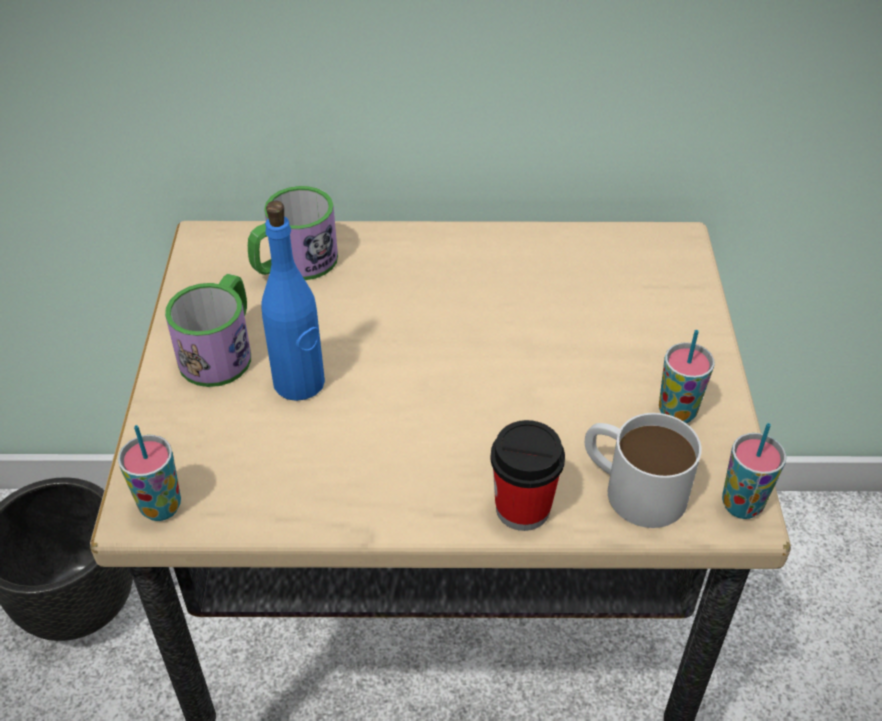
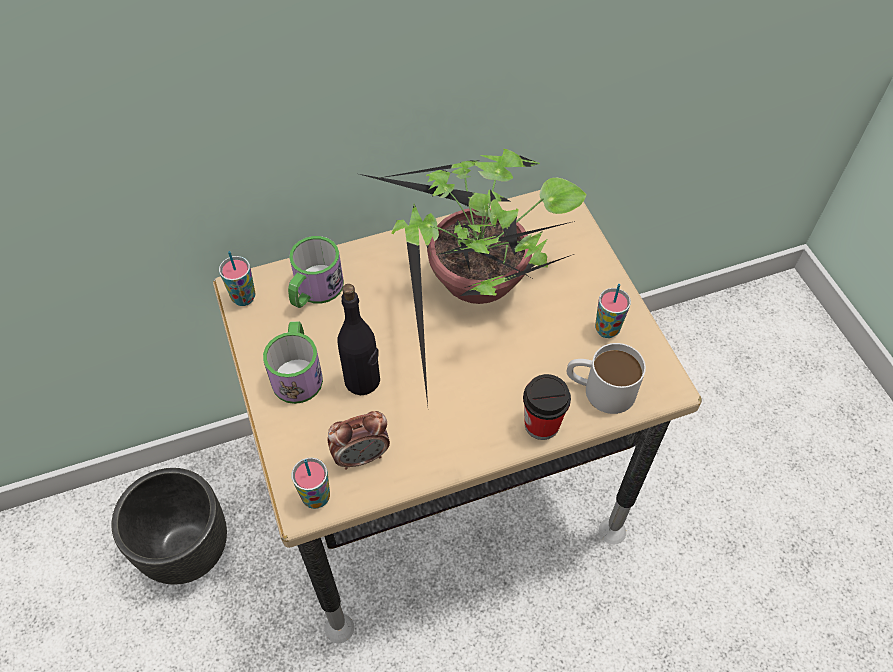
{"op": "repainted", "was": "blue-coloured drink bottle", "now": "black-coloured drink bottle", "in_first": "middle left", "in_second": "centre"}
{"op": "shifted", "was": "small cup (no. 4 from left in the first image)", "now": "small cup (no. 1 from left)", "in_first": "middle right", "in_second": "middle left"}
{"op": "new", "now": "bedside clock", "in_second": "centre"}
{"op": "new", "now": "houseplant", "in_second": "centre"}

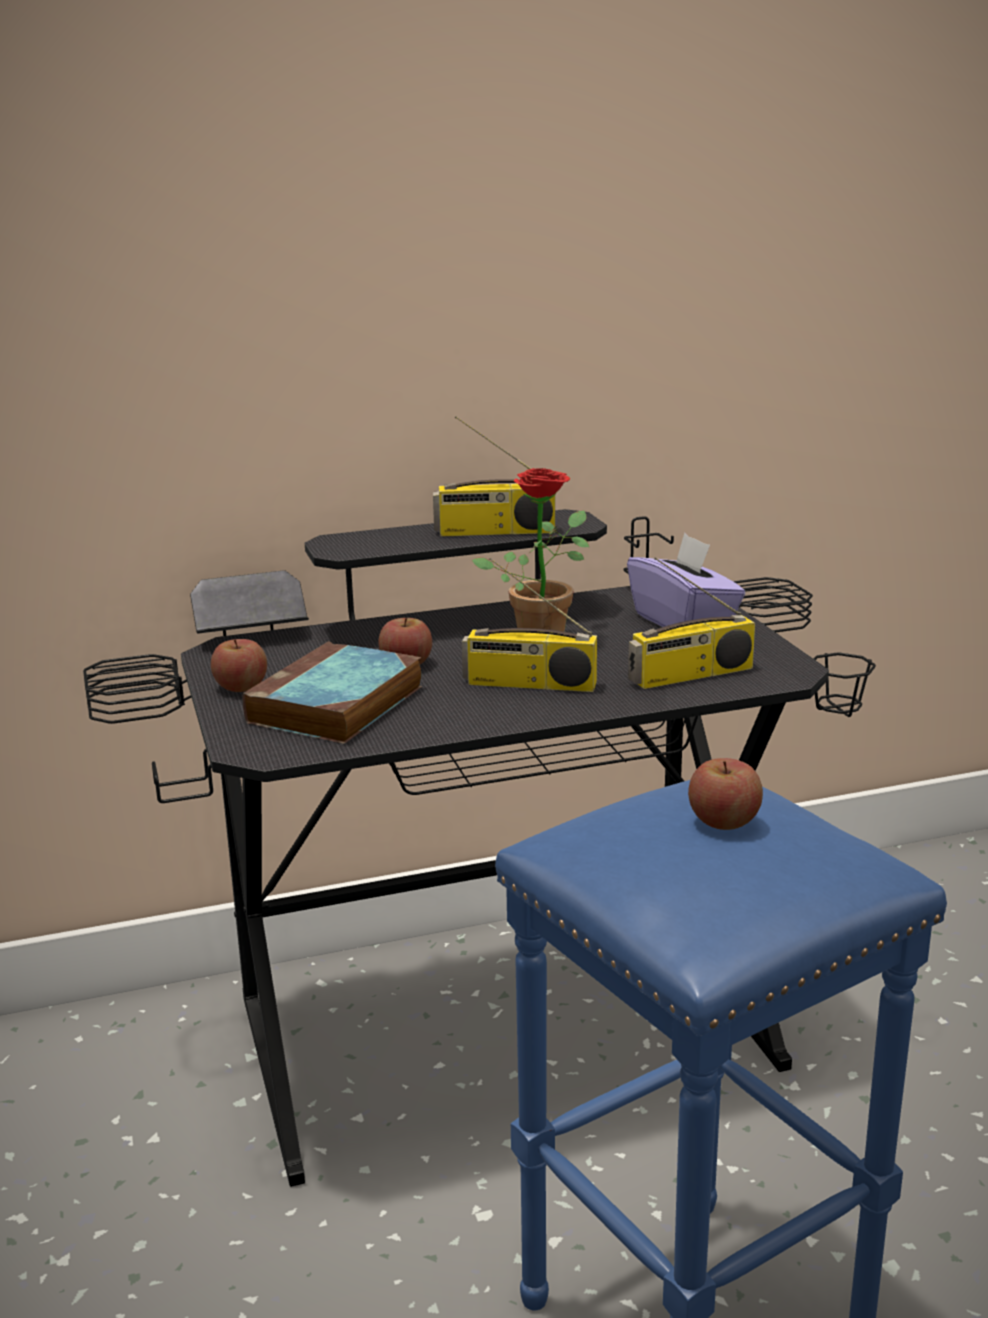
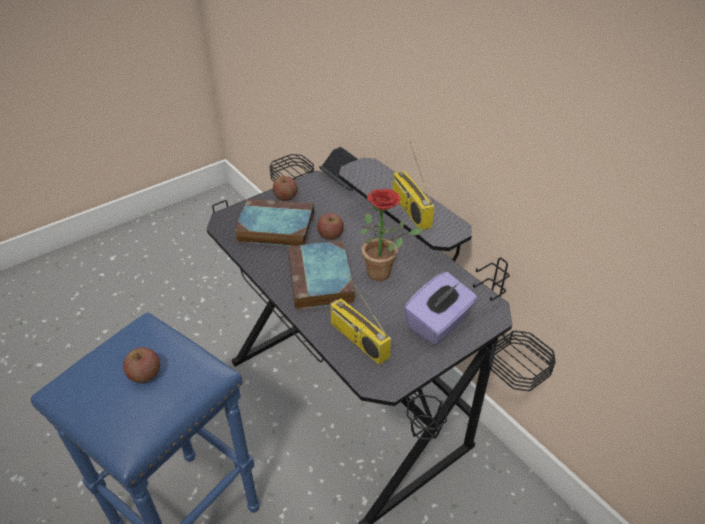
{"op": "swapped", "was": "radio (no. 2 from left)", "now": "book (no. 2 from left)", "in_first": "centre", "in_second": "centre"}

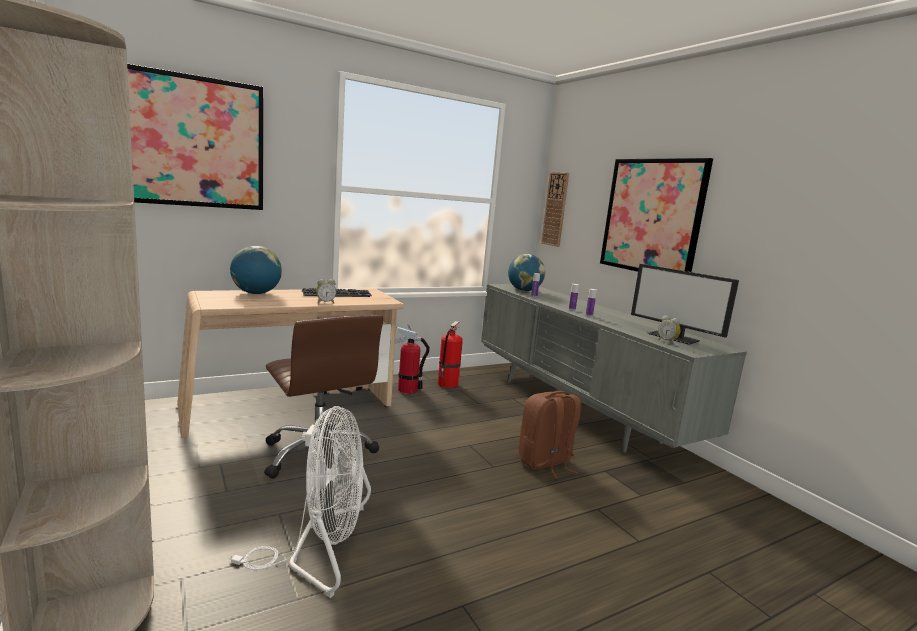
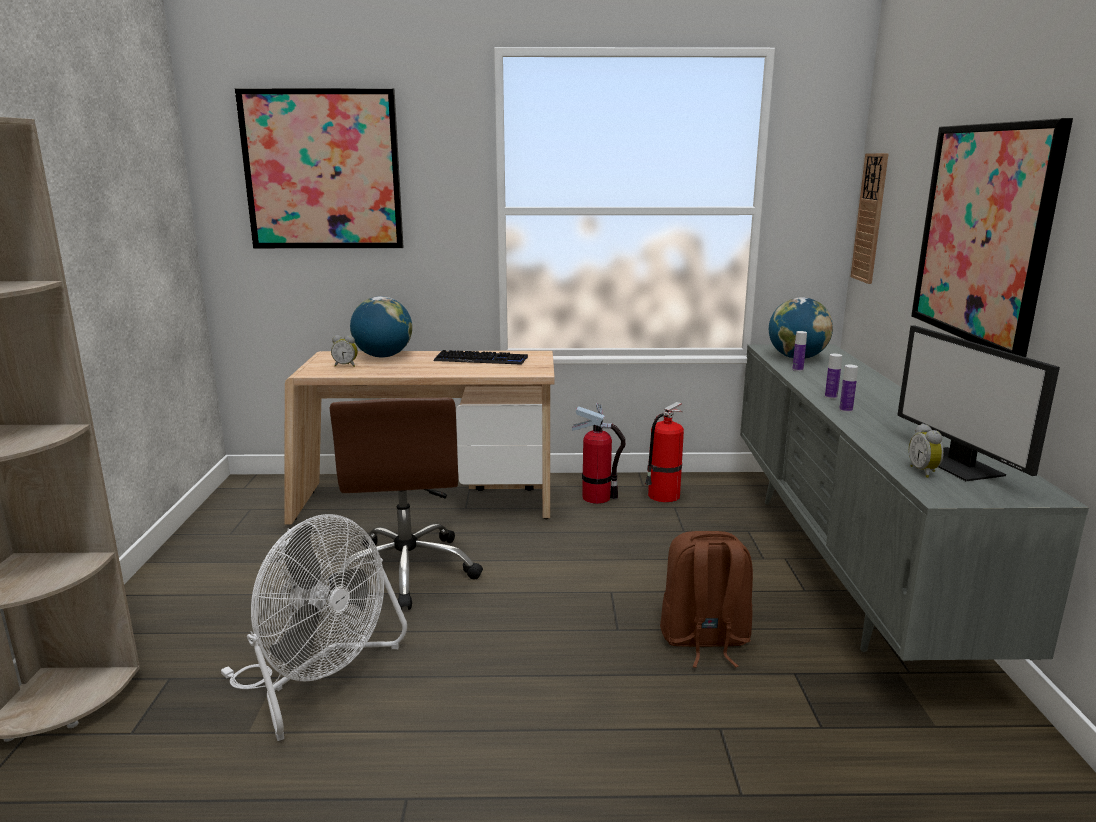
{"op": "shifted", "was": "bedside clock (no. 1 from left)", "in_first": "centre", "in_second": "middle left"}

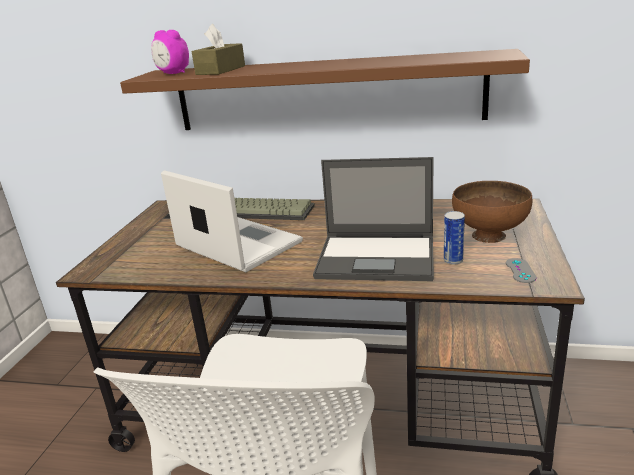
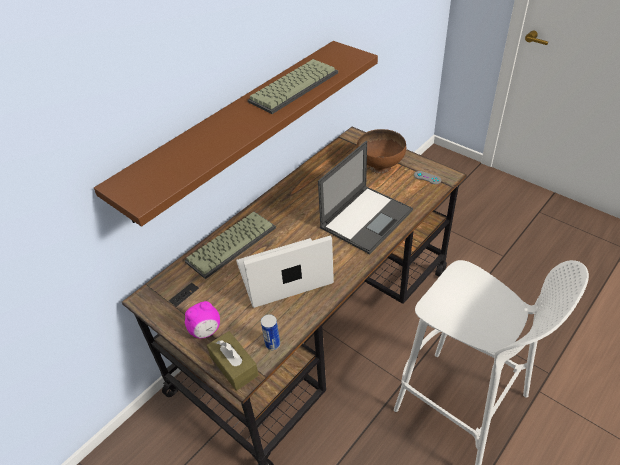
{"op": "shifted", "was": "bedside clock", "in_first": "top left", "in_second": "bottom left"}
{"op": "shifted", "was": "brown-coloured box of tissues", "in_first": "top centre", "in_second": "bottom centre"}
{"op": "shifted", "was": "can", "in_first": "middle right", "in_second": "bottom centre"}
{"op": "new", "now": "PC keyboard (no. 2 from left)", "in_second": "top centre"}

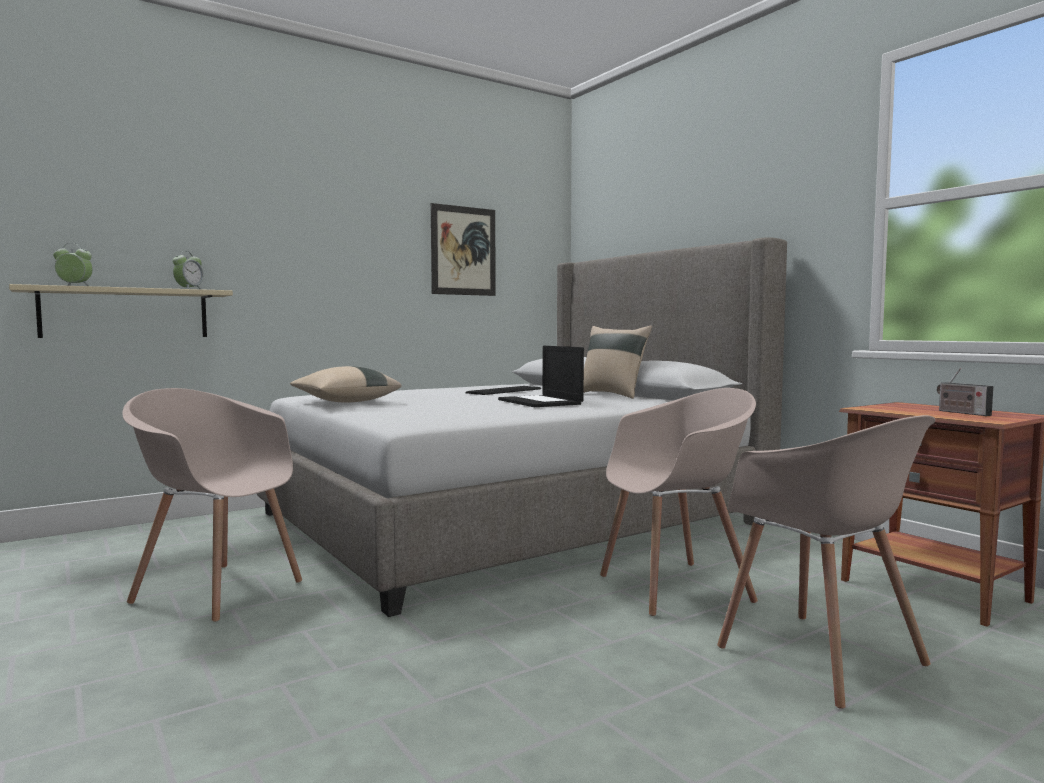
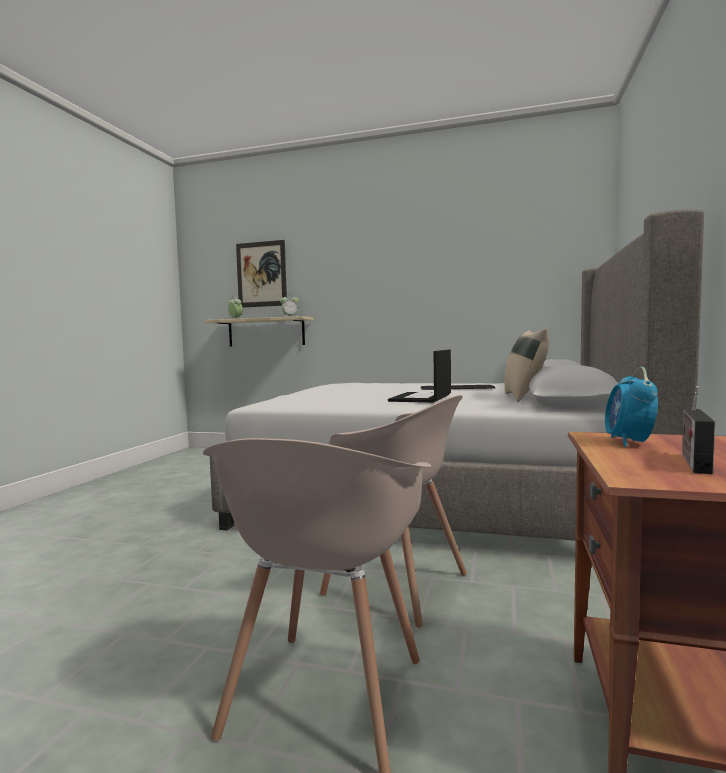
{"op": "gone", "was": "sand-coloured chair (no. 1 from left)", "in_first": "middle left"}
{"op": "gone", "was": "sand-coloured cushion (no. 1 from left)", "in_first": "middle left"}
{"op": "shifted", "was": "picture", "in_first": "top centre", "in_second": "centre"}
{"op": "new", "now": "bedside clock (no. 3 from left)", "in_second": "middle right"}

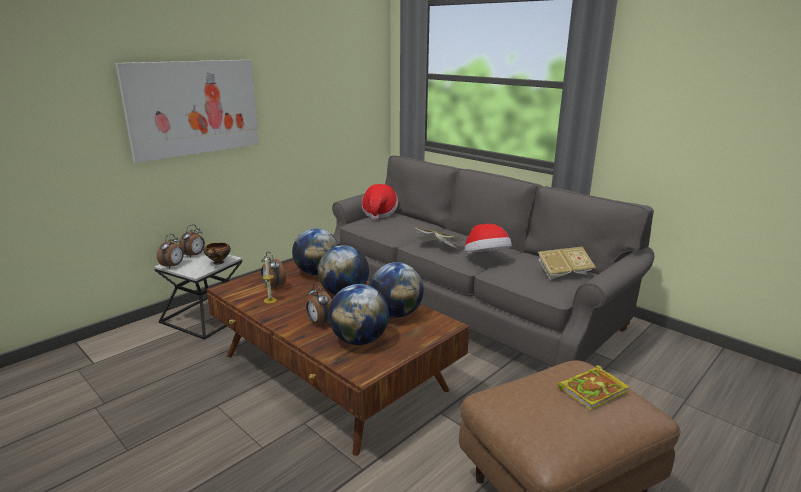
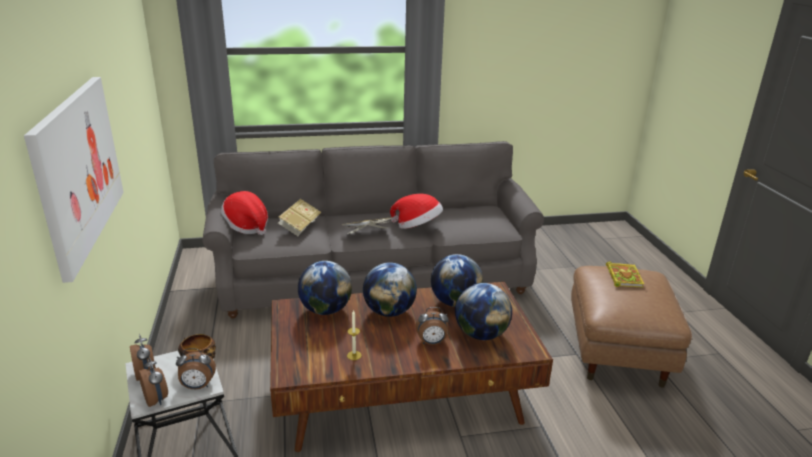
{"op": "shifted", "was": "bedside clock (no. 3 from left)", "in_first": "centre", "in_second": "bottom left"}
{"op": "shifted", "was": "book (no. 2 from left in the first image)", "now": "book (no. 1 from left)", "in_first": "middle right", "in_second": "centre"}

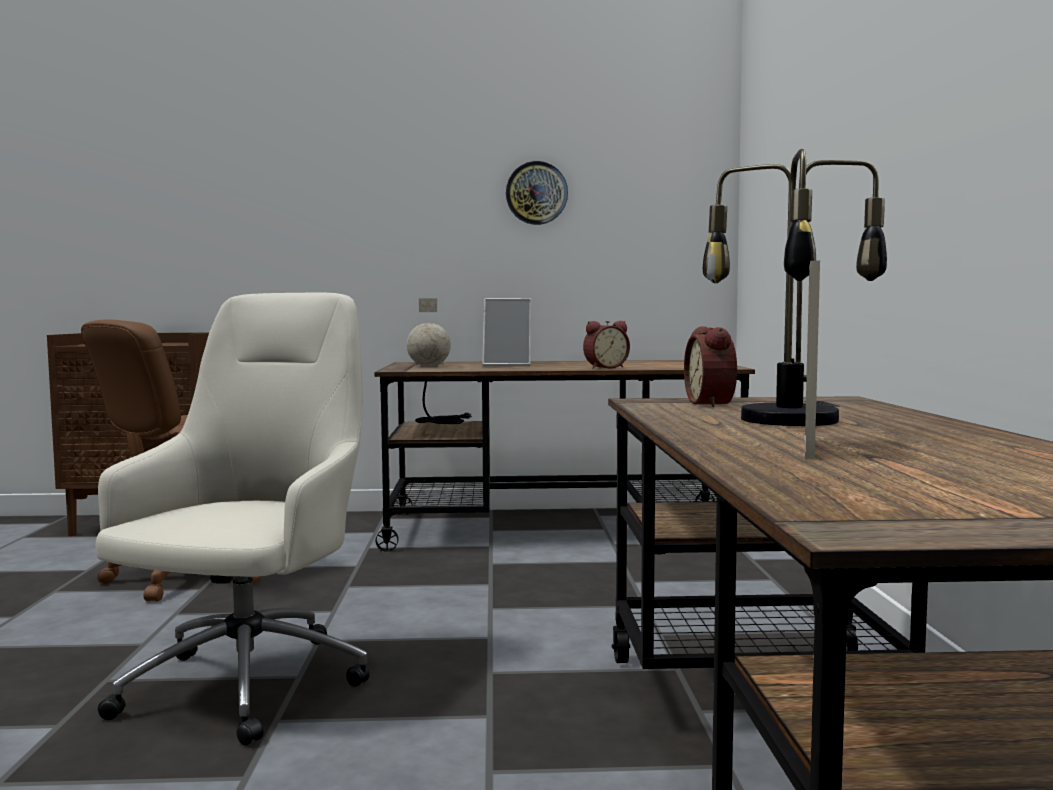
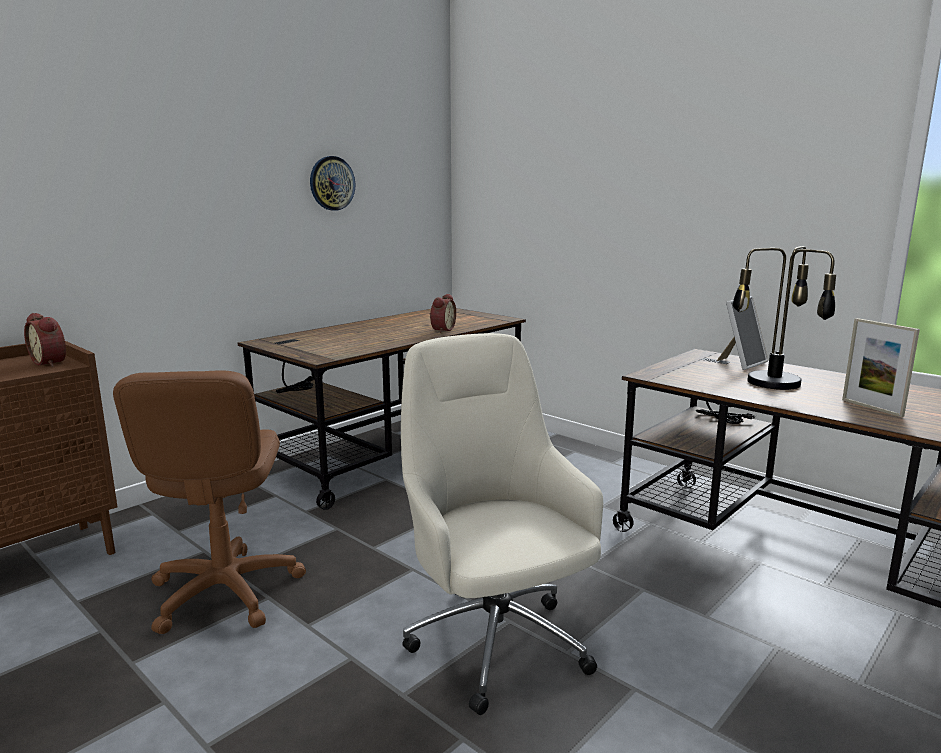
{"op": "gone", "was": "globe", "in_first": "centre"}
{"op": "shifted", "was": "standing frame (no. 1 from left)", "in_first": "centre", "in_second": "middle right"}
{"op": "shifted", "was": "bedside clock (no. 2 from left in the first image)", "now": "bedside clock (no. 1 from left)", "in_first": "middle right", "in_second": "middle left"}

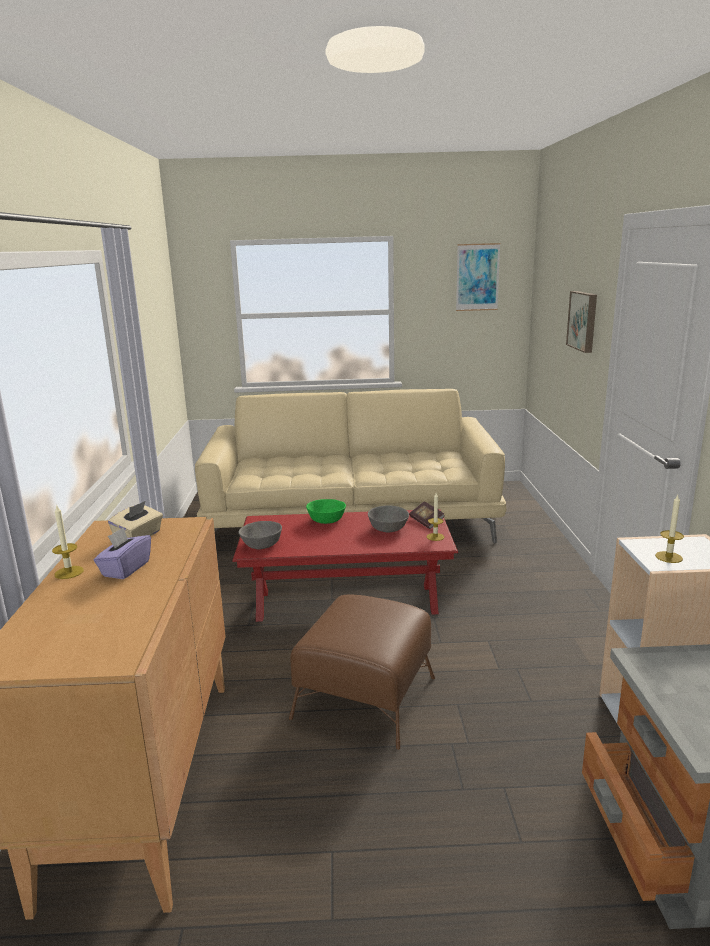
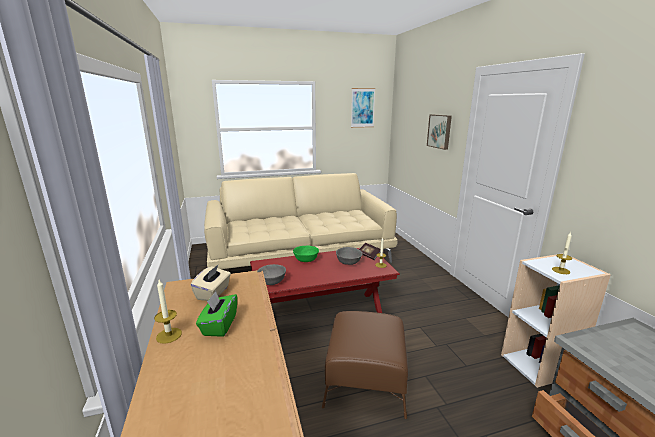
{"op": "repainted", "was": "purple box of tissues", "now": "green box of tissues", "in_first": "middle left", "in_second": "bottom left"}

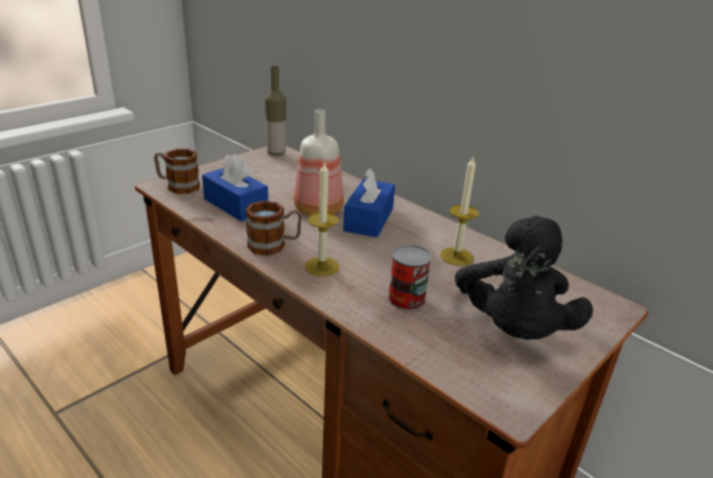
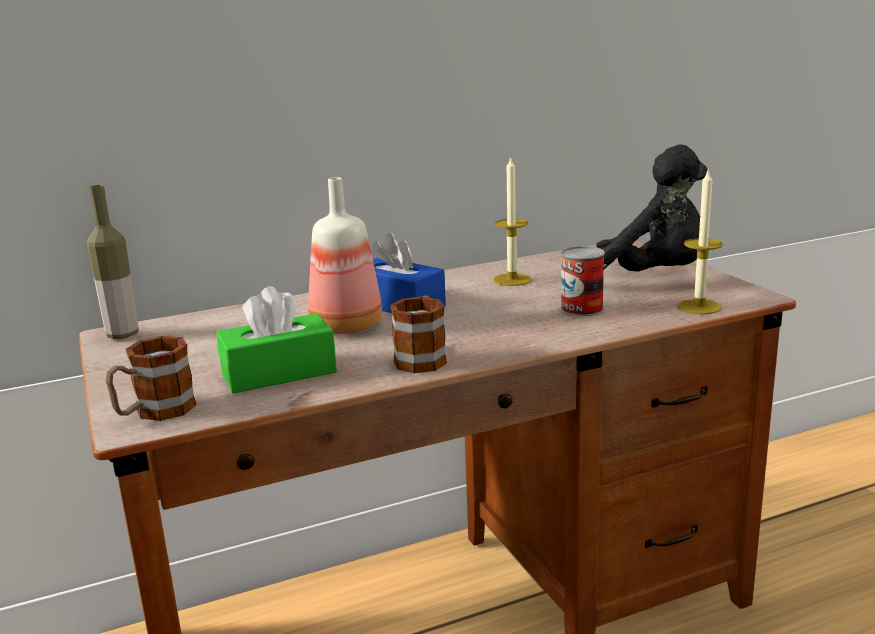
{"op": "repainted", "was": "blue-coloured box of tissues (no. 1 from left)", "now": "green box of tissues", "in_first": "middle left", "in_second": "middle left"}
{"op": "shifted", "was": "wax light (no. 1 from left in the first image)", "now": "wax light (no. 2 from left)", "in_first": "centre", "in_second": "middle right"}

